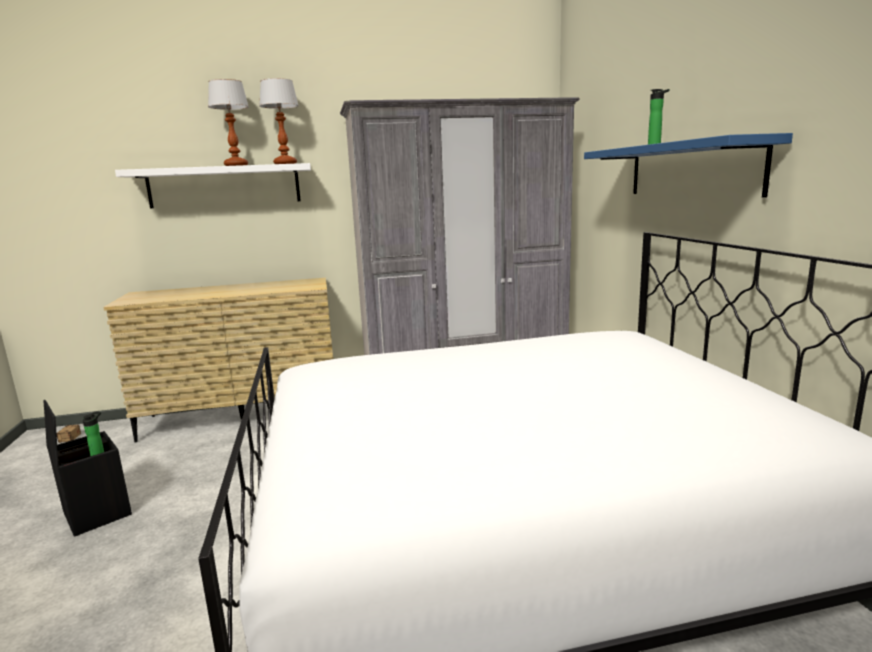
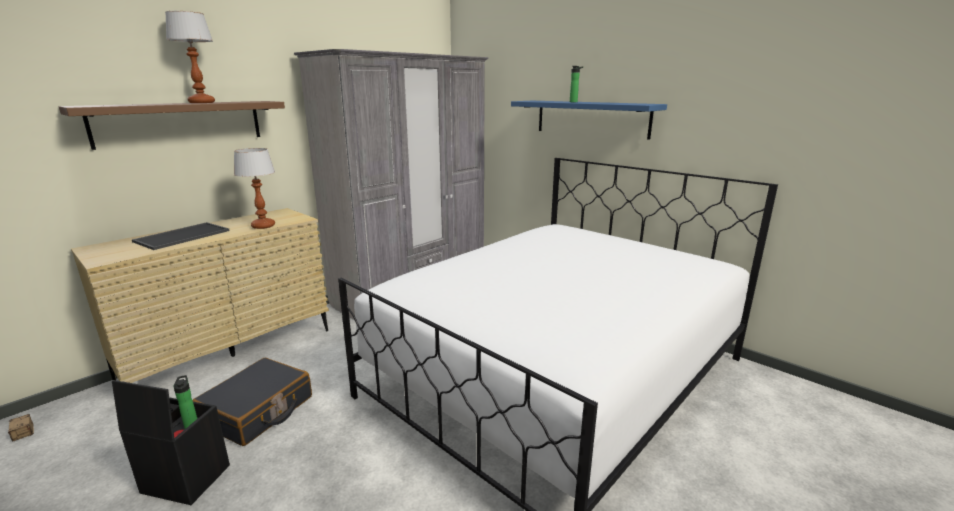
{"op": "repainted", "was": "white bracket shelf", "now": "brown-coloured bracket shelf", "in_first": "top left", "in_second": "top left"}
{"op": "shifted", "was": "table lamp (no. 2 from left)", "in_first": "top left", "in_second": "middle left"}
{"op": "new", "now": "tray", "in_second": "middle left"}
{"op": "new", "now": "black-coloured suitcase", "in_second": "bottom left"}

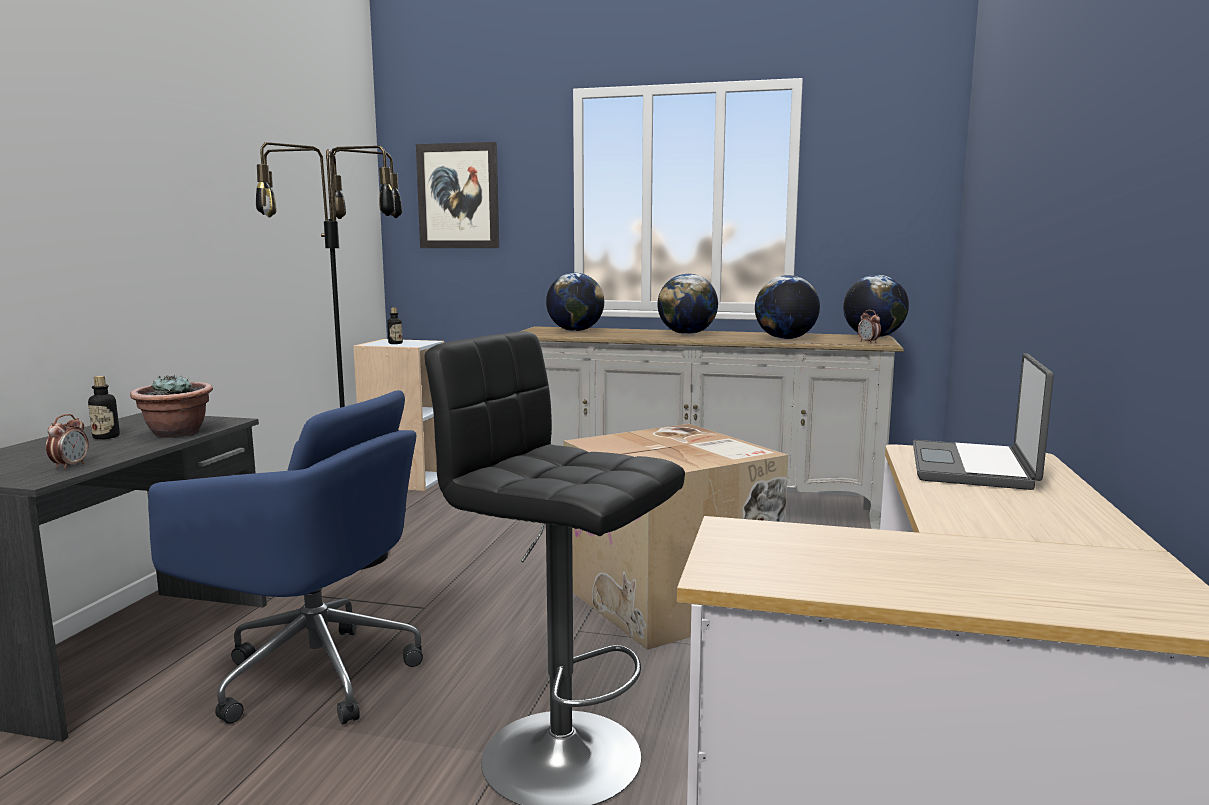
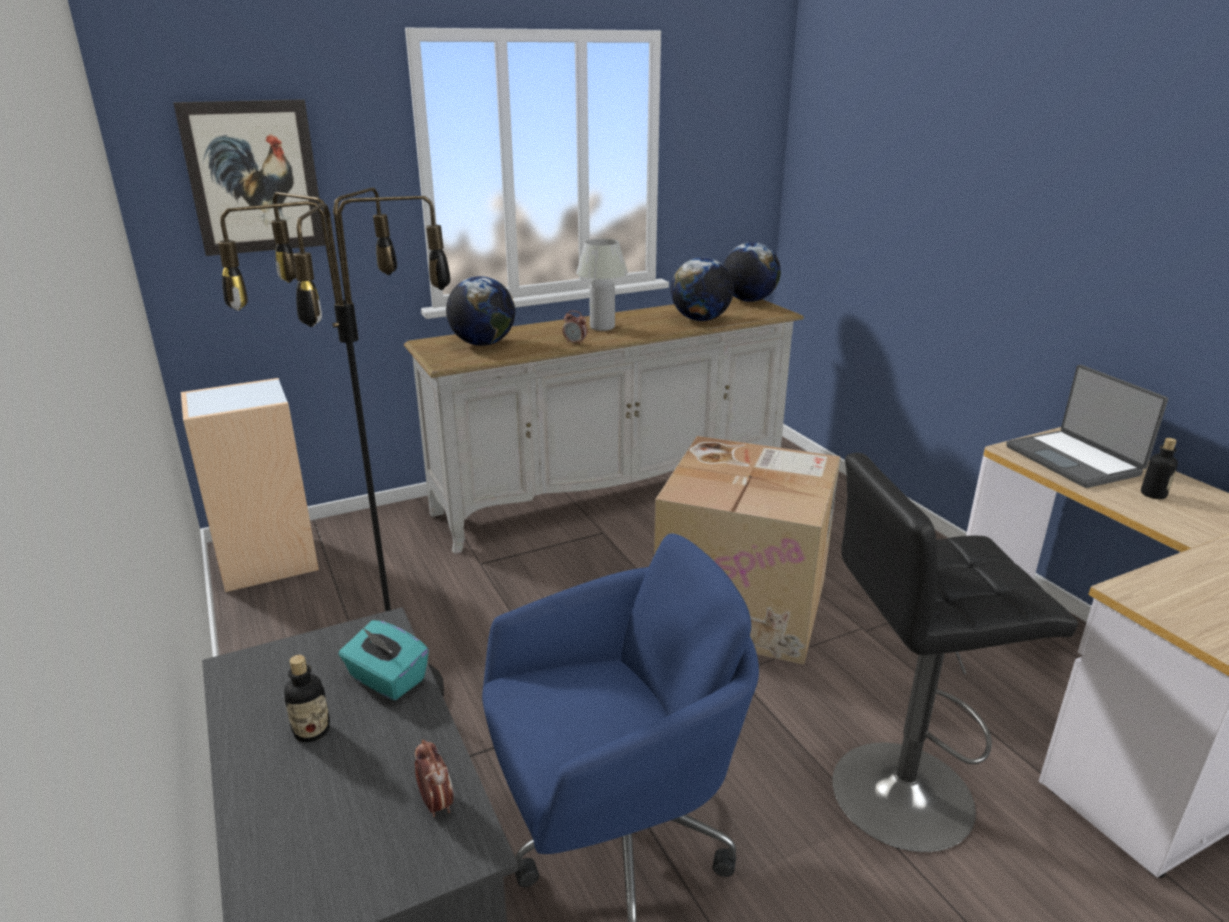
{"op": "swapped", "was": "houseplant", "now": "turquoise-coloured box of tissues", "in_first": "middle left", "in_second": "bottom left"}
{"op": "shifted", "was": "drink bottle (no. 2 from left)", "in_first": "middle left", "in_second": "middle right"}
{"op": "swapped", "was": "globe (no. 2 from left)", "now": "white table lamp", "in_first": "centre", "in_second": "top centre"}
{"op": "shifted", "was": "bedside clock (no. 2 from left)", "in_first": "middle right", "in_second": "centre"}

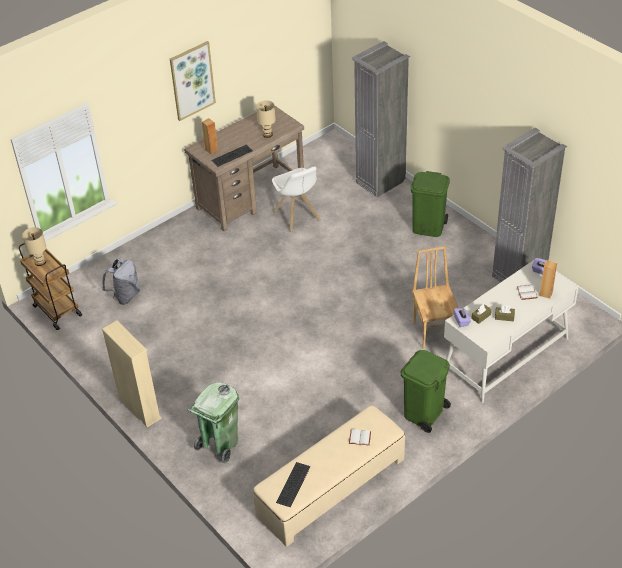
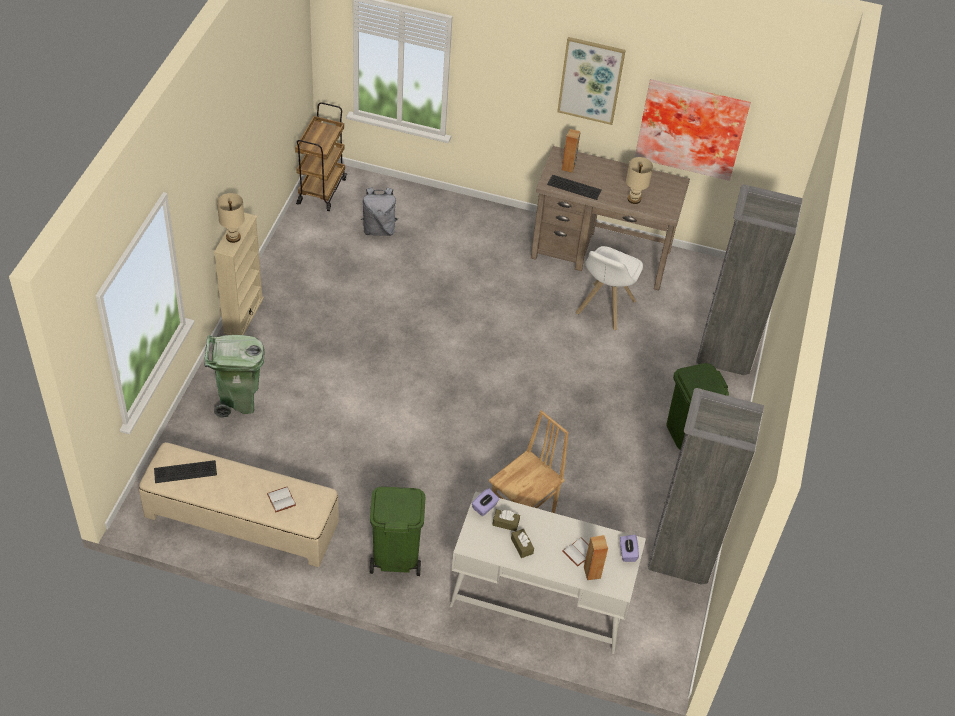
{"op": "shifted", "was": "sand-coloured table lamp (no. 1 from left)", "in_first": "middle left", "in_second": "top left"}
{"op": "new", "now": "picture (no. 2 from left)", "in_second": "top right"}

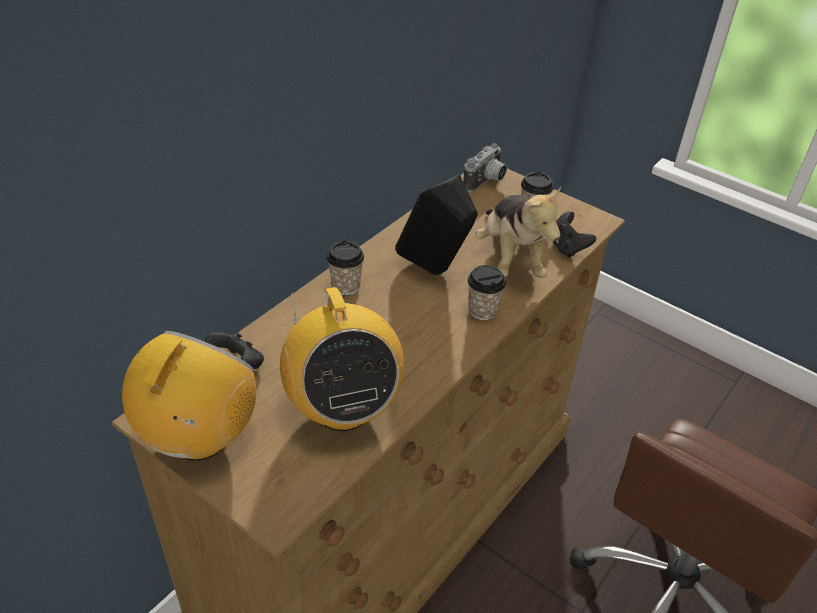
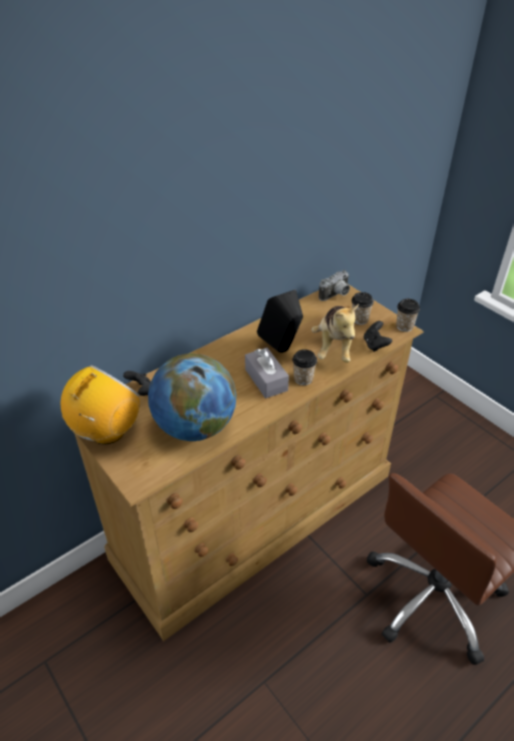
{"op": "swapped", "was": "radio (no. 2 from left)", "now": "globe", "in_first": "centre", "in_second": "centre"}
{"op": "shifted", "was": "small cup (no. 1 from left in the first image)", "now": "small cup (no. 3 from left)", "in_first": "centre", "in_second": "middle right"}
{"op": "new", "now": "gray box of tissues", "in_second": "centre"}

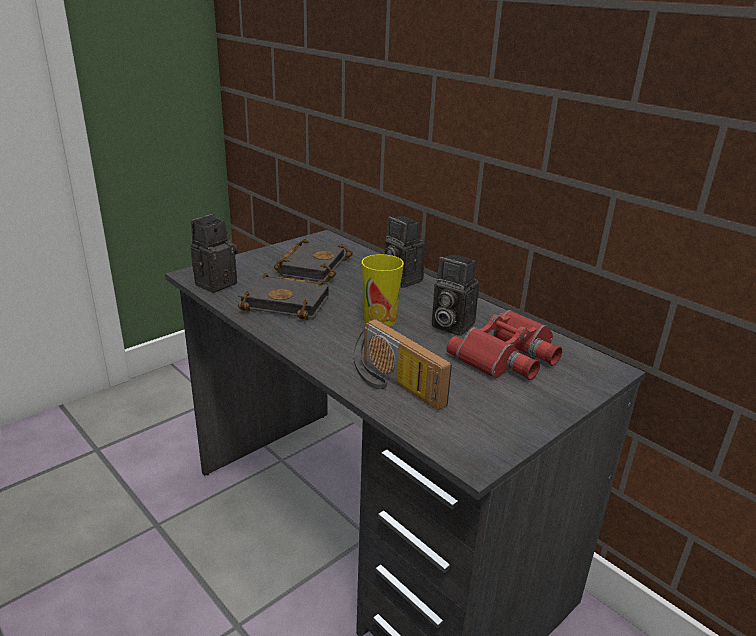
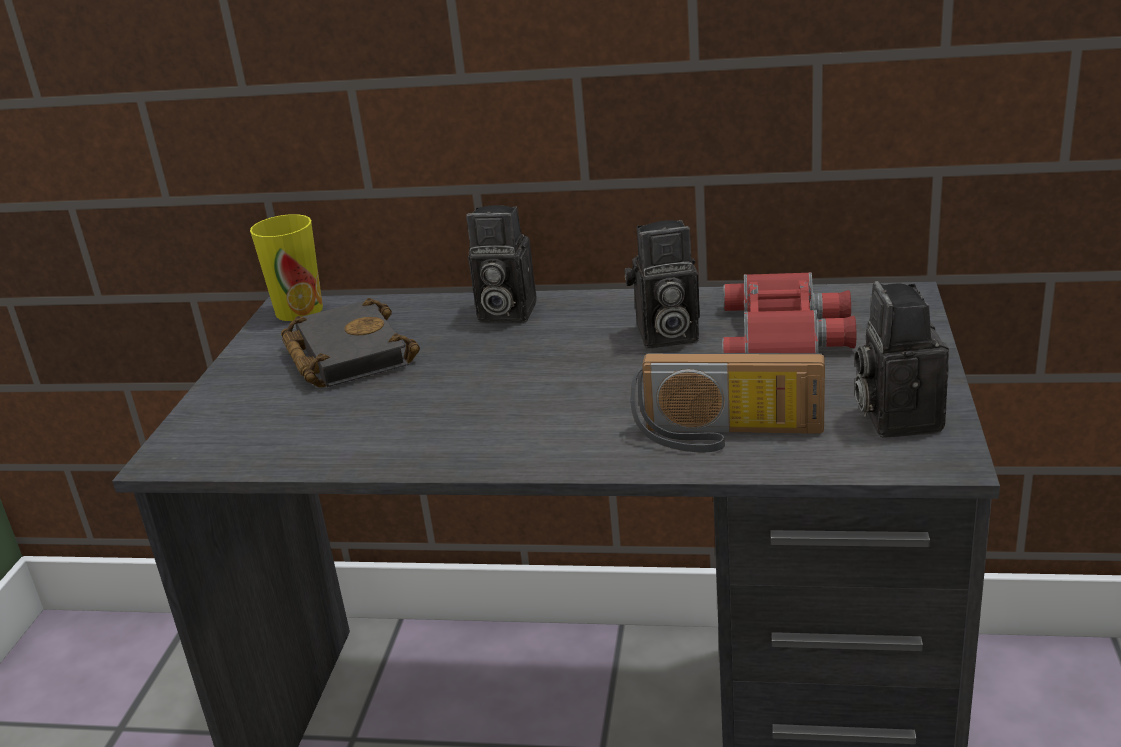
{"op": "shifted", "was": "still camera (no. 1 from left in the first image)", "now": "still camera (no. 3 from left)", "in_first": "middle left", "in_second": "middle right"}
{"op": "gone", "was": "black-coloured book (no. 1 from left)", "in_first": "centre"}
{"op": "shifted", "was": "small cup", "in_first": "centre", "in_second": "middle left"}

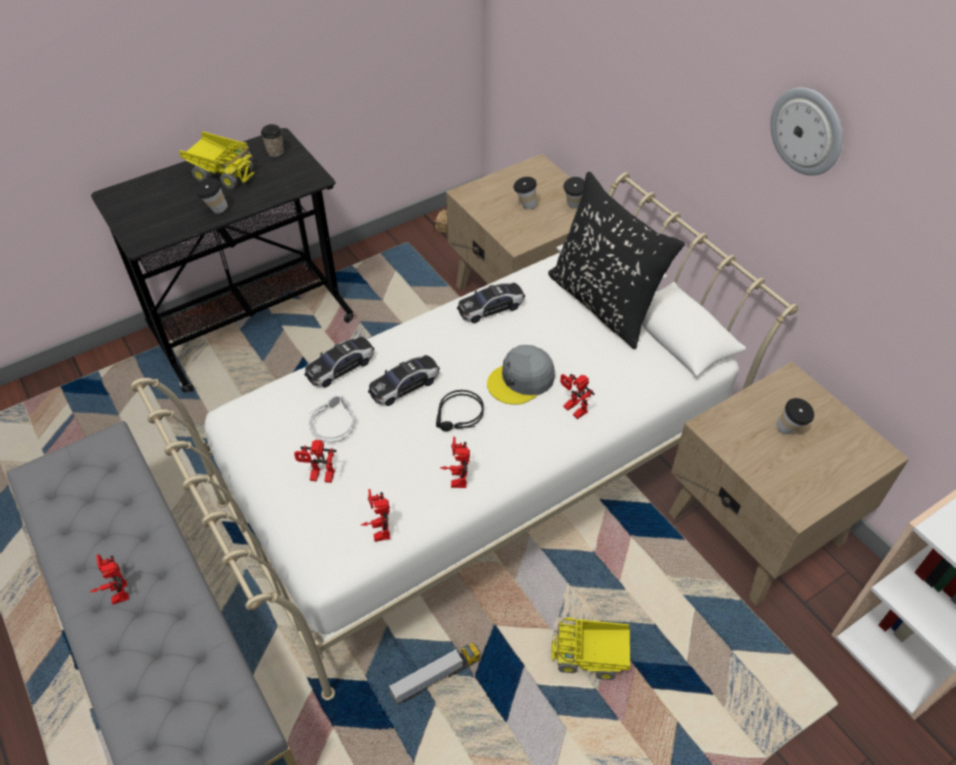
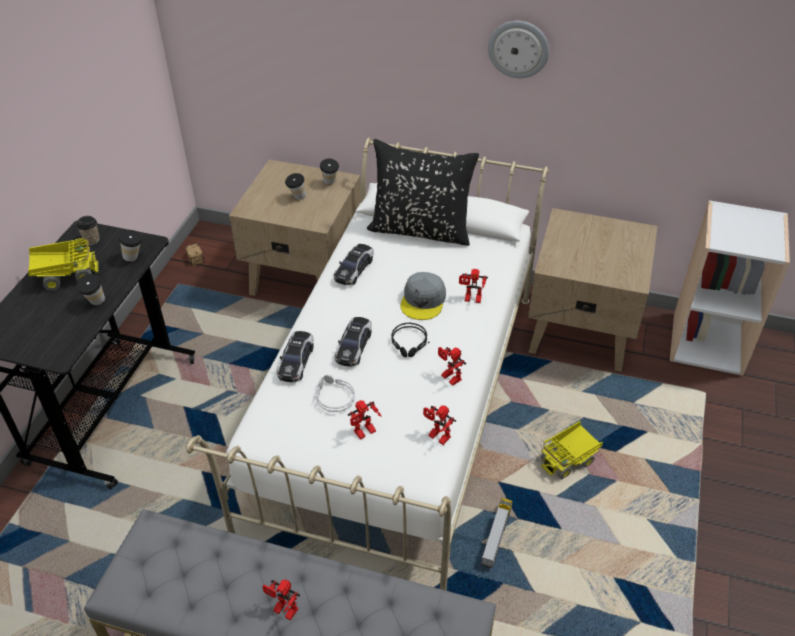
{"op": "shifted", "was": "small cup (no. 5 from left in the first image)", "now": "small cup (no. 3 from left)", "in_first": "middle right", "in_second": "middle left"}

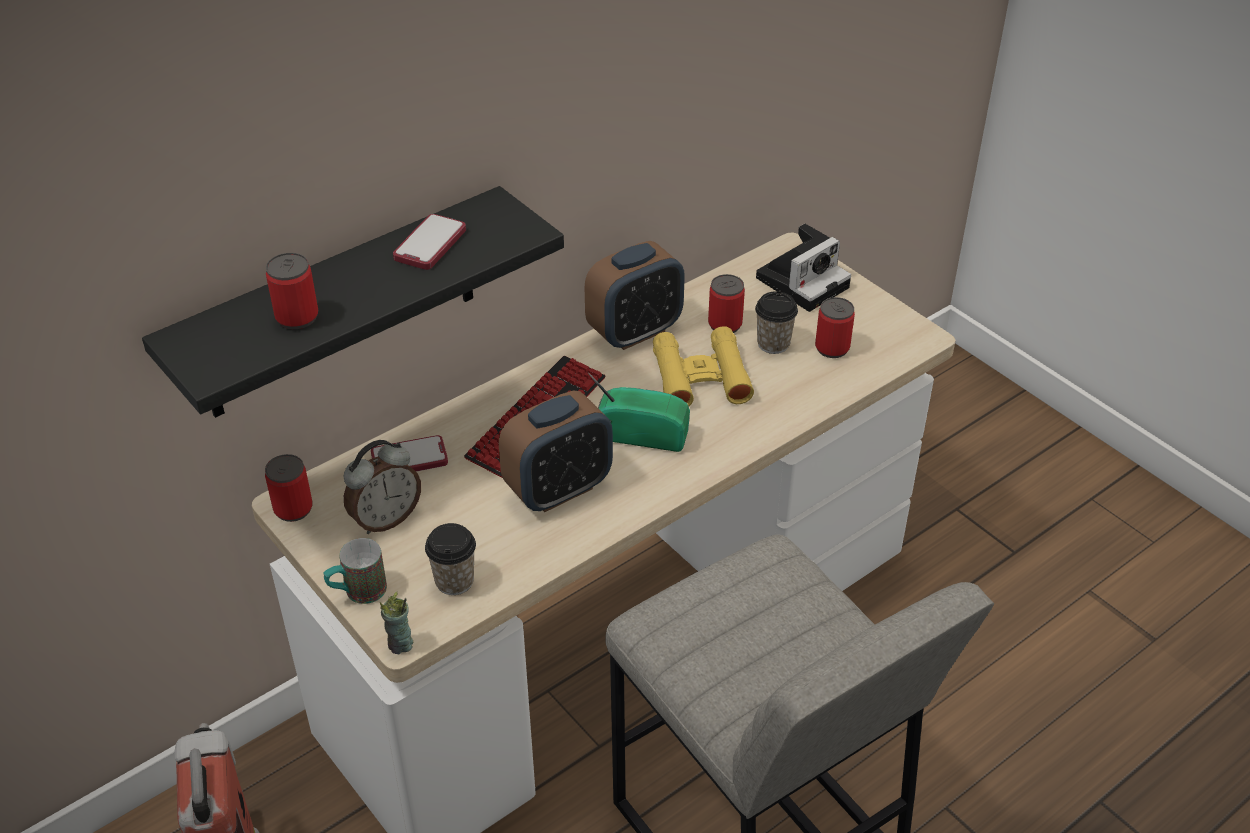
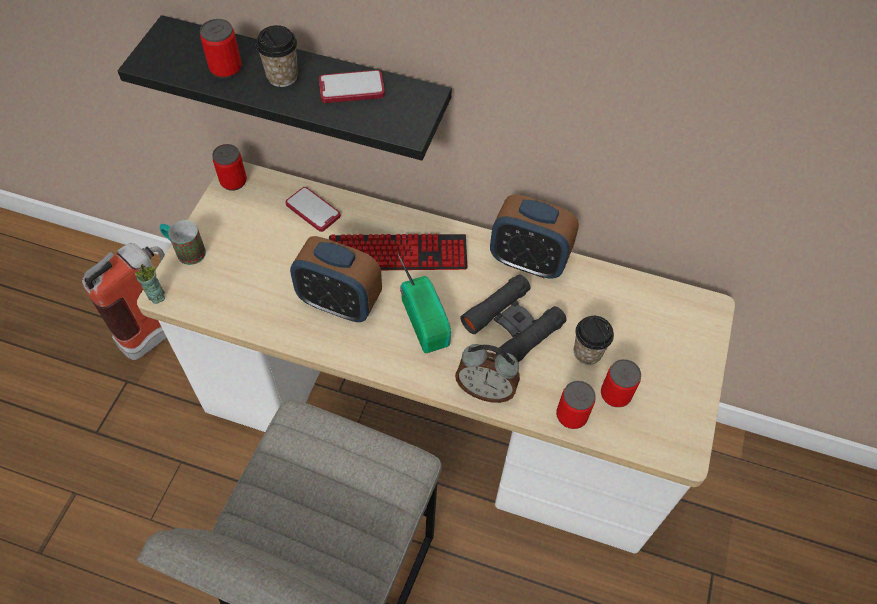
{"op": "shifted", "was": "bedside clock (no. 1 from left in the first image)", "now": "bedside clock (no. 2 from left)", "in_first": "middle left", "in_second": "centre"}
{"op": "shifted", "was": "small cup (no. 2 from left)", "in_first": "bottom centre", "in_second": "top left"}
{"op": "repainted", "was": "yellow pair of binoculars", "now": "black-coloured pair of binoculars", "in_first": "centre", "in_second": "centre"}
{"op": "shifted", "was": "can (no. 3 from left)", "in_first": "centre", "in_second": "bottom centre"}
{"op": "gone", "was": "still camera", "in_first": "top centre"}

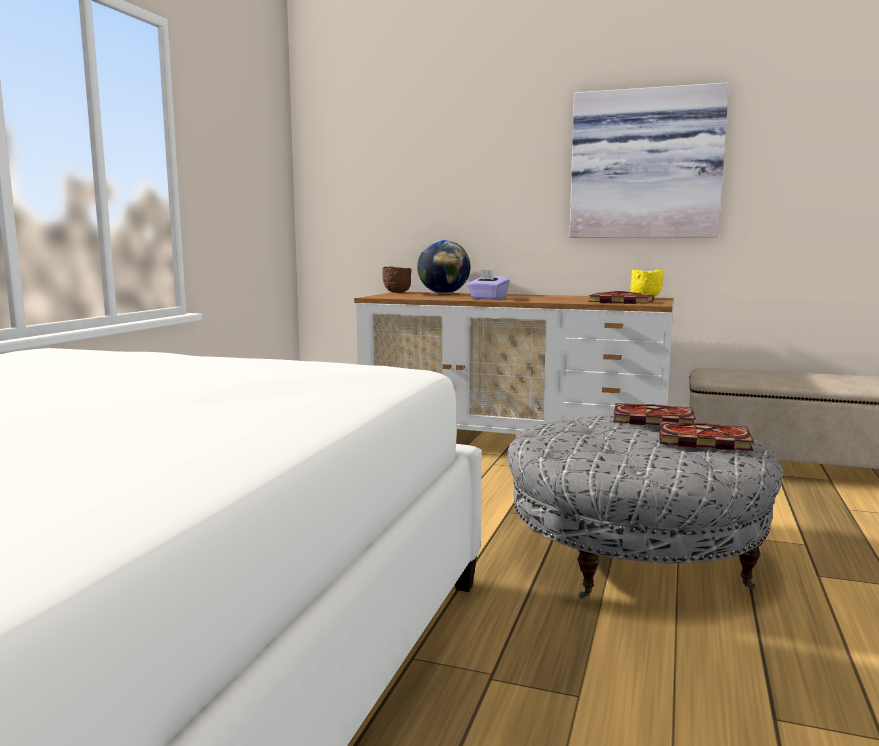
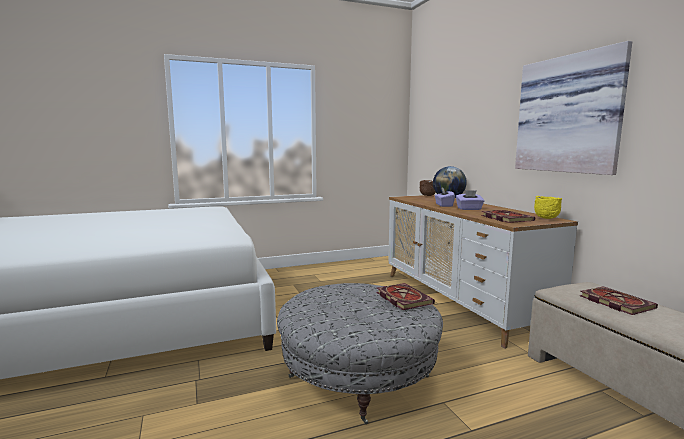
{"op": "shifted", "was": "book (no. 3 from left)", "in_first": "middle right", "in_second": "bottom right"}
{"op": "new", "now": "purple box of tissues (no. 2 from left)", "in_second": "middle right"}

